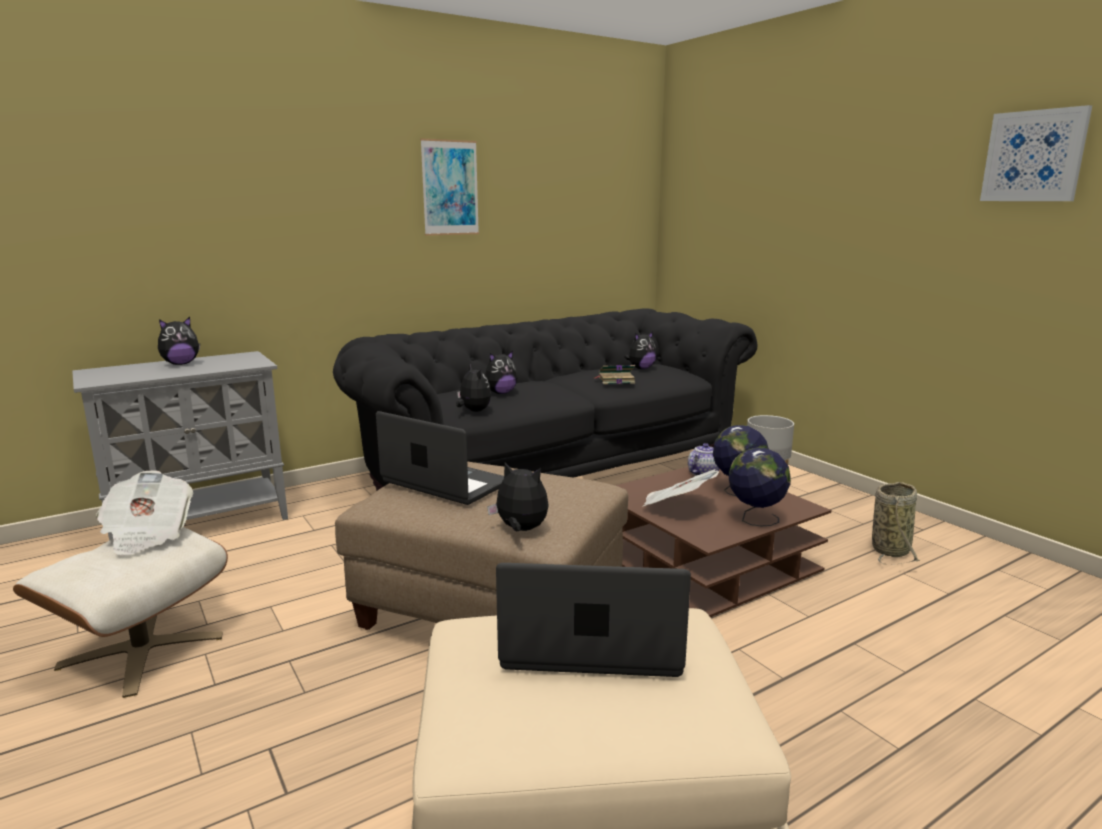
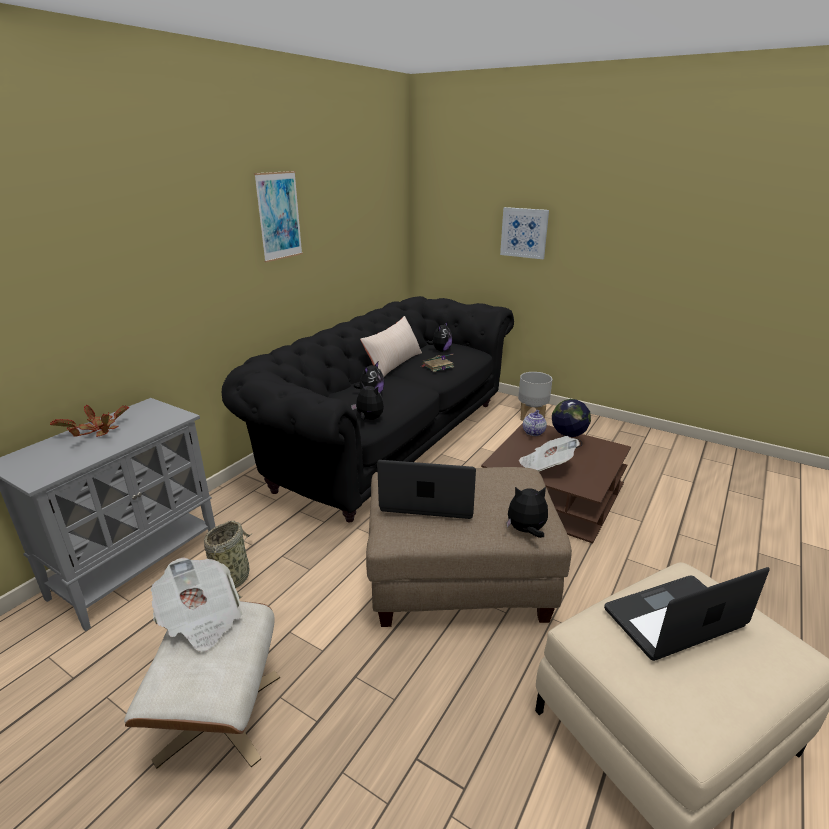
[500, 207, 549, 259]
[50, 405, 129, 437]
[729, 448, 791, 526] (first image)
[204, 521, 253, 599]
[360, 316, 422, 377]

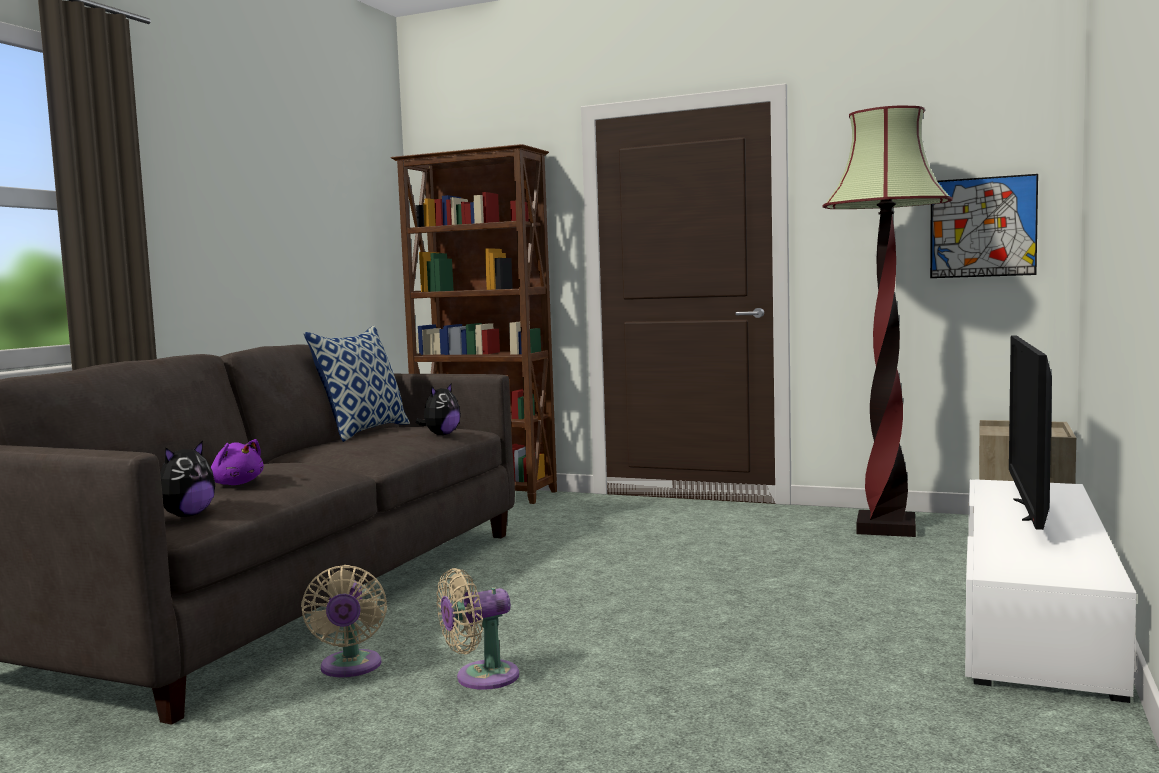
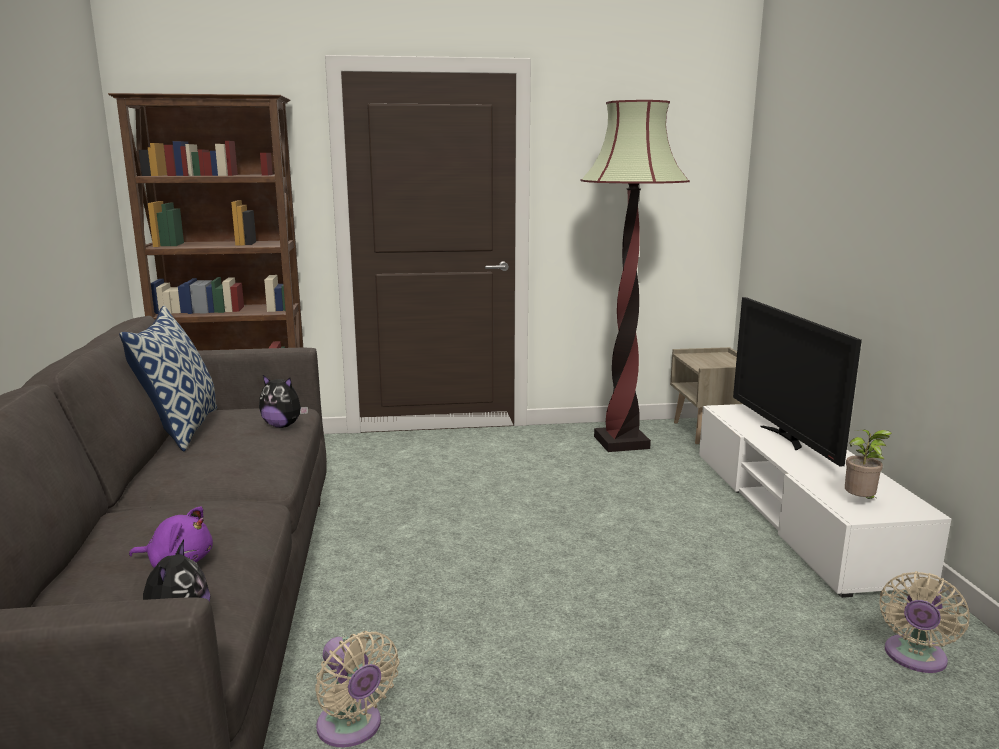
[930, 174, 1038, 278] (first image)
[259, 375, 308, 428]
[879, 571, 970, 673]
[845, 430, 892, 500]

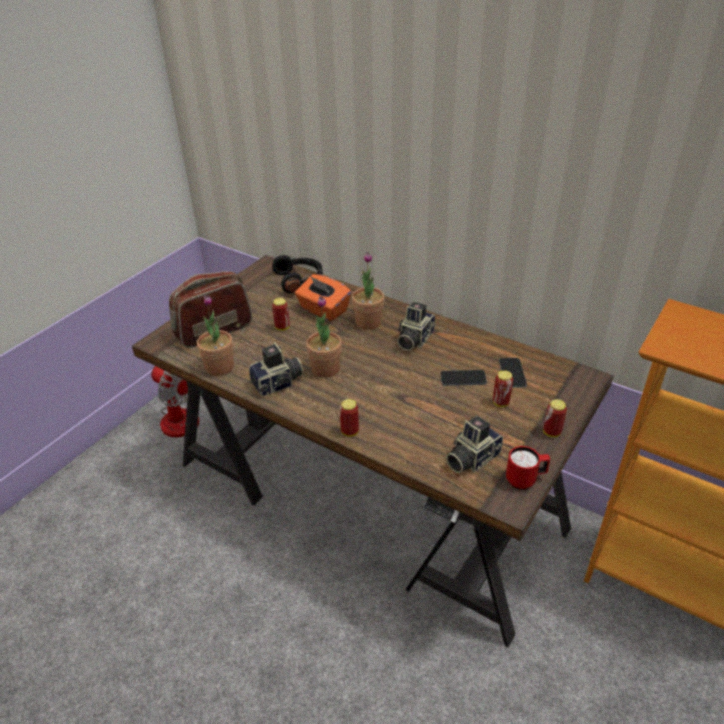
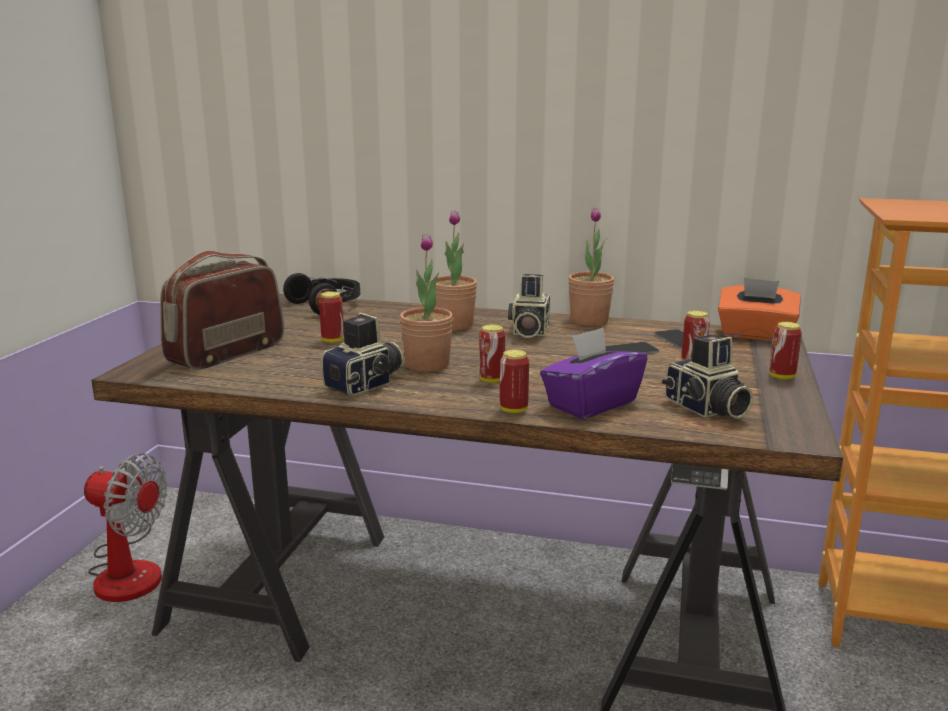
[718, 277, 801, 341]
[568, 208, 614, 326]
[662, 334, 753, 419]
[506, 446, 550, 490] (first image)
[479, 324, 505, 383]
[540, 327, 648, 419]

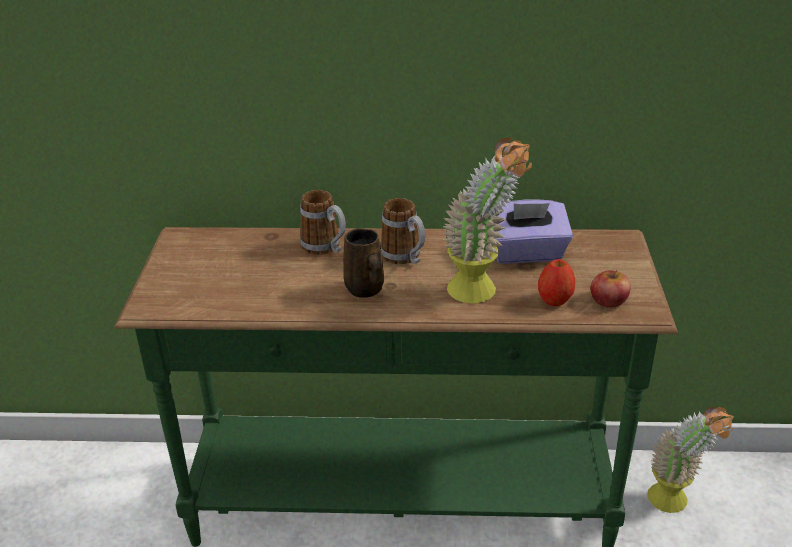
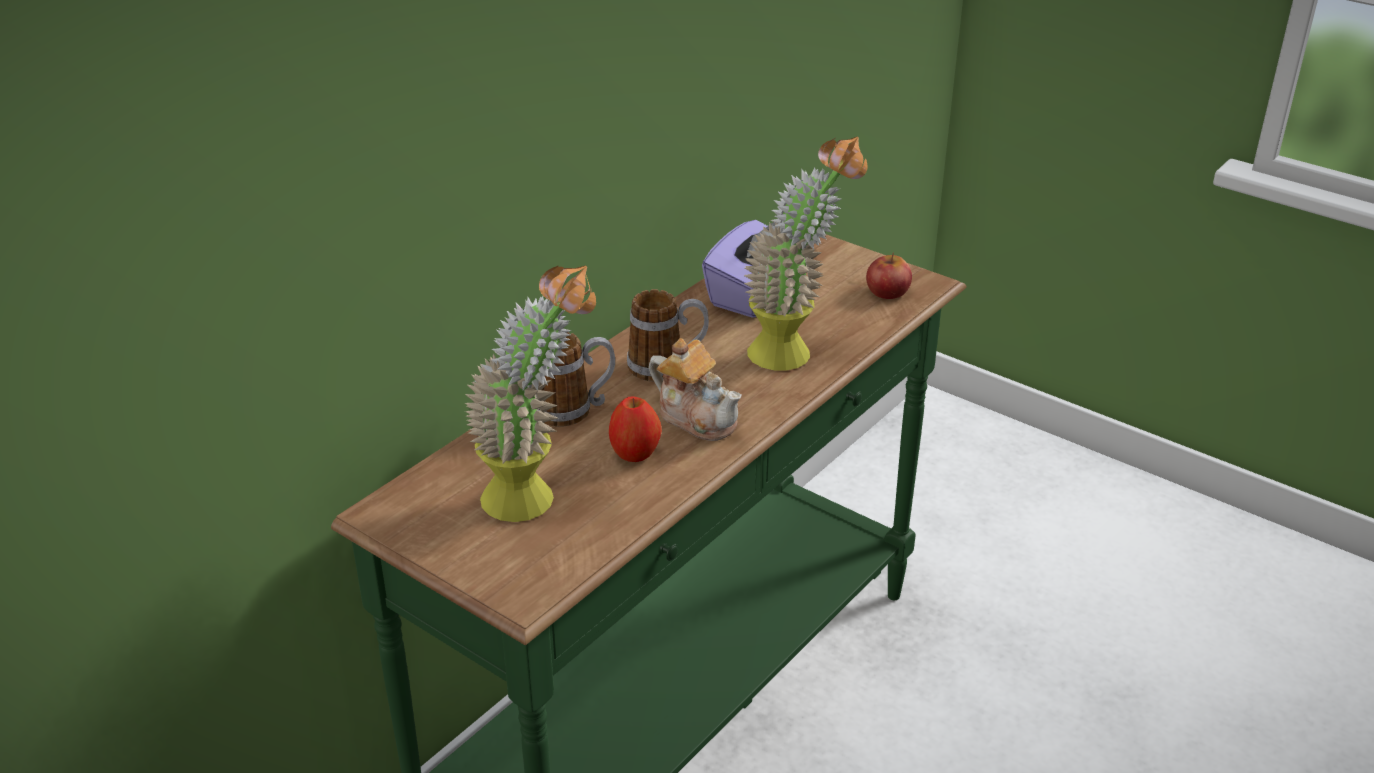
[649, 338, 742, 441]
[609, 397, 662, 462]
[465, 265, 596, 522]

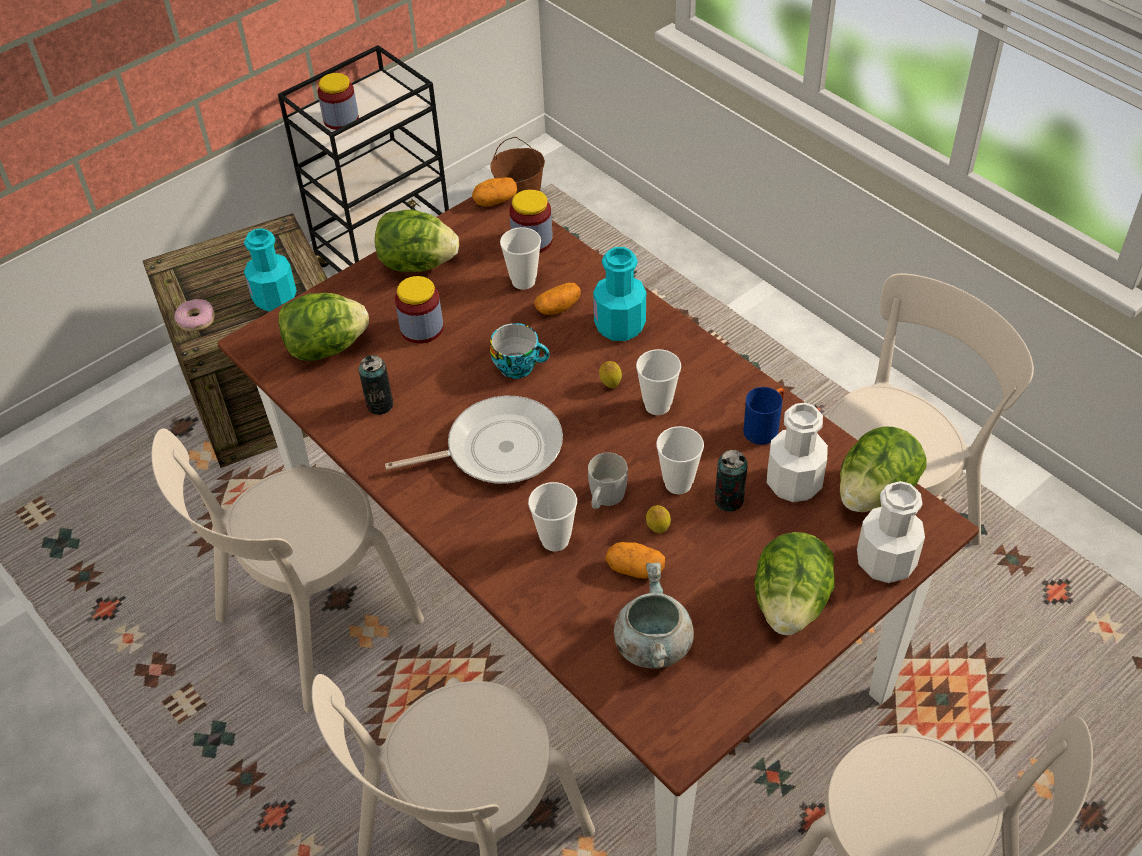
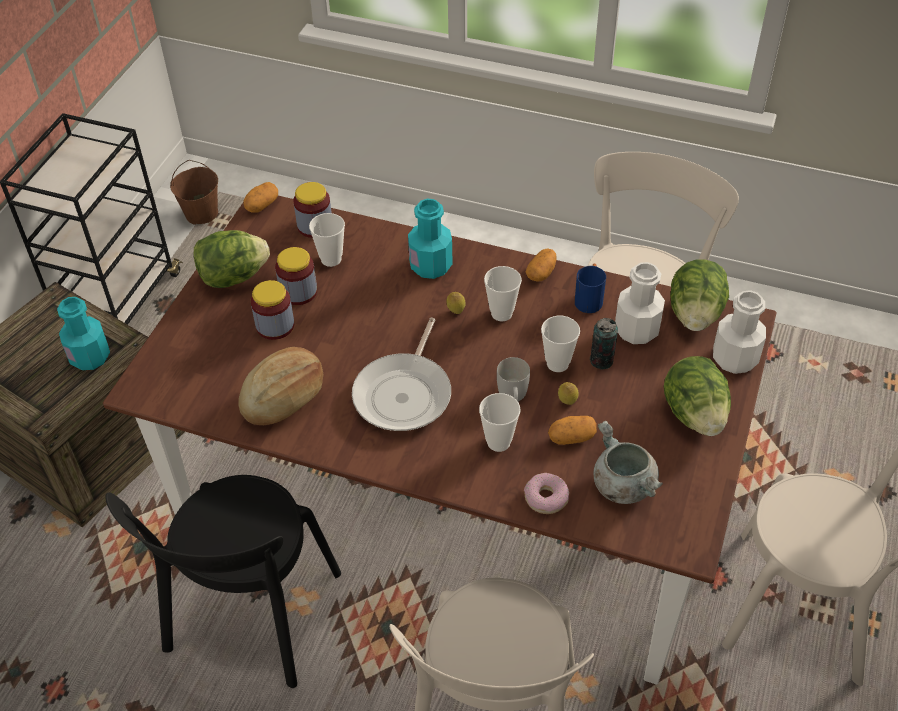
[275, 247, 317, 305]
[526, 248, 556, 282]
[278, 293, 369, 361] (first image)
[524, 473, 569, 514]
[490, 323, 550, 379] (first image)
[238, 347, 323, 425]
[352, 318, 451, 431]
[105, 475, 341, 688]

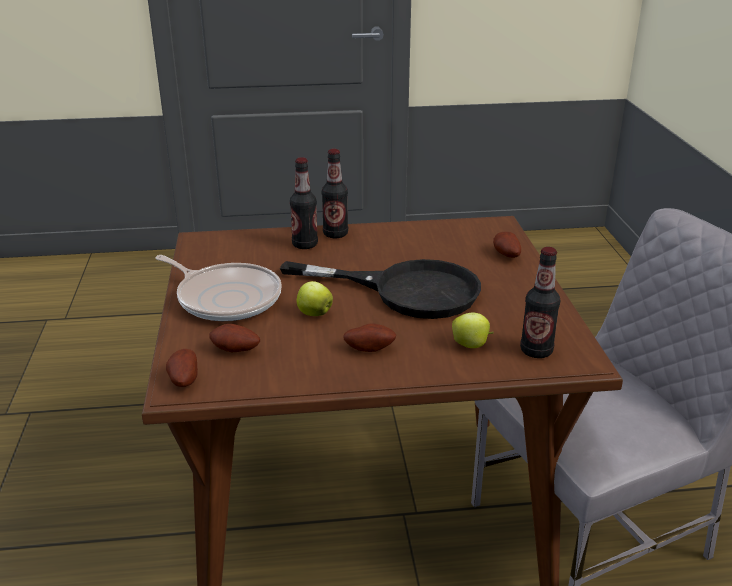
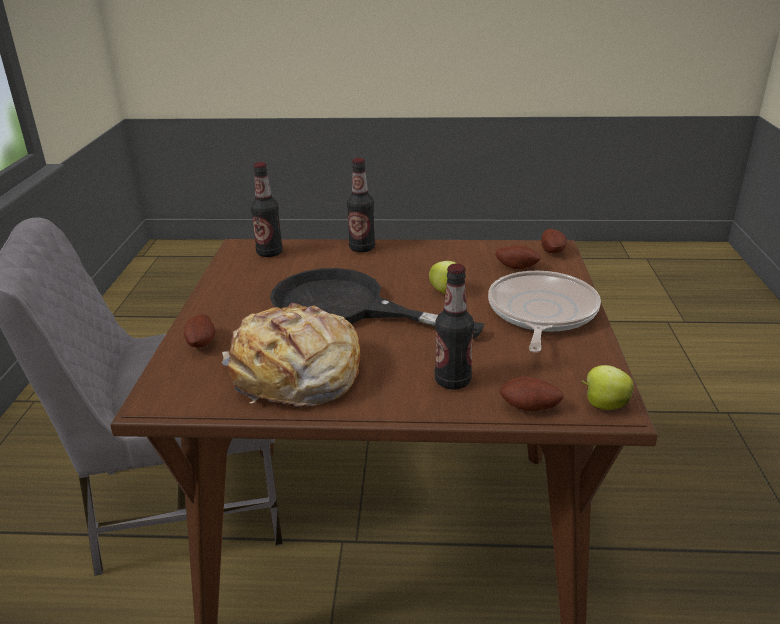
[347, 158, 375, 252]
[488, 271, 601, 353]
[581, 365, 634, 410]
[500, 376, 564, 411]
[221, 303, 360, 407]

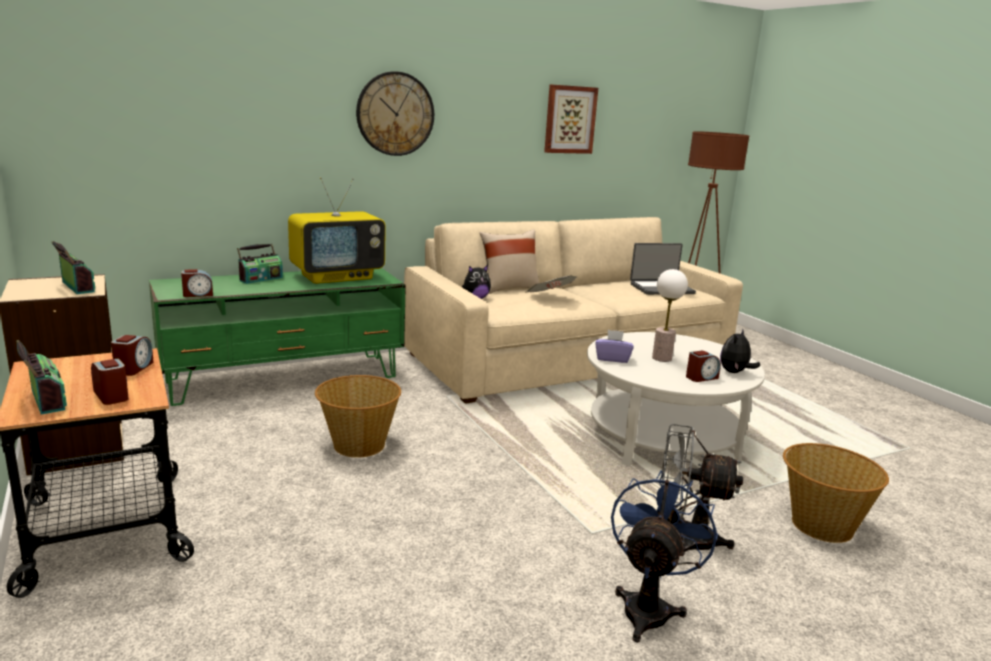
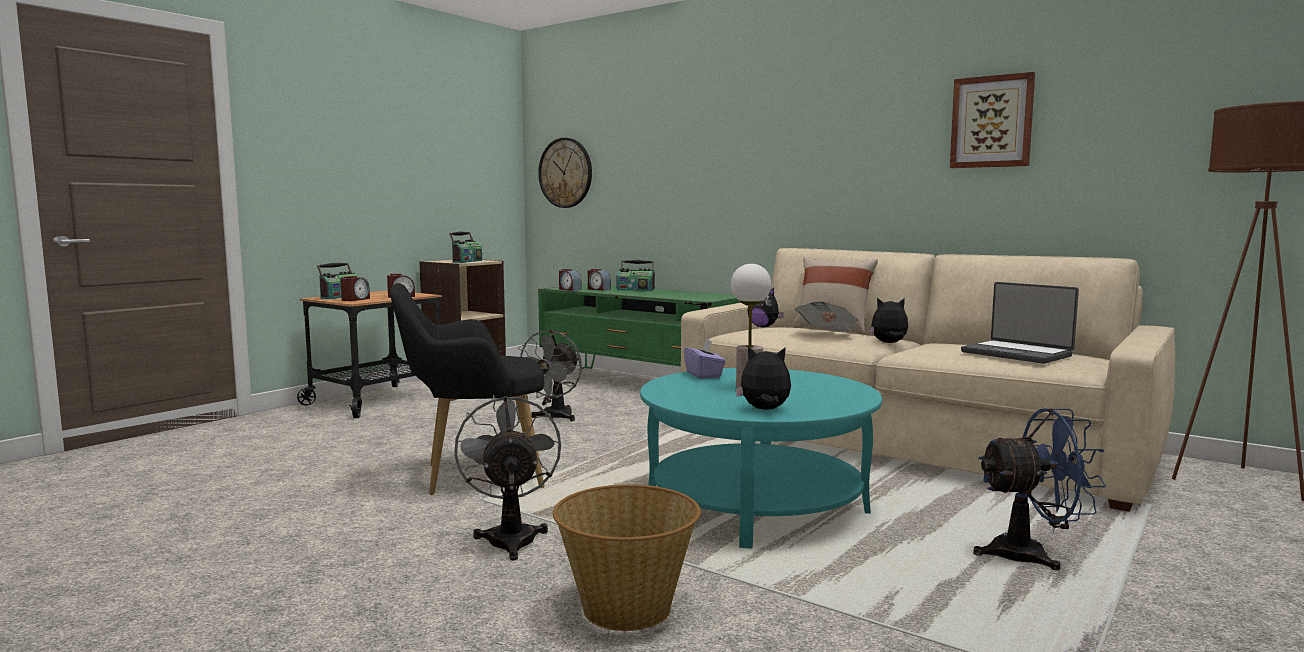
[538, 138, 592, 208]
[288, 177, 386, 284] (first image)
[640, 368, 882, 549]
[588, 269, 611, 291]
[518, 330, 582, 421]
[973, 408, 1106, 571]
[390, 283, 545, 495]
[870, 298, 908, 343]

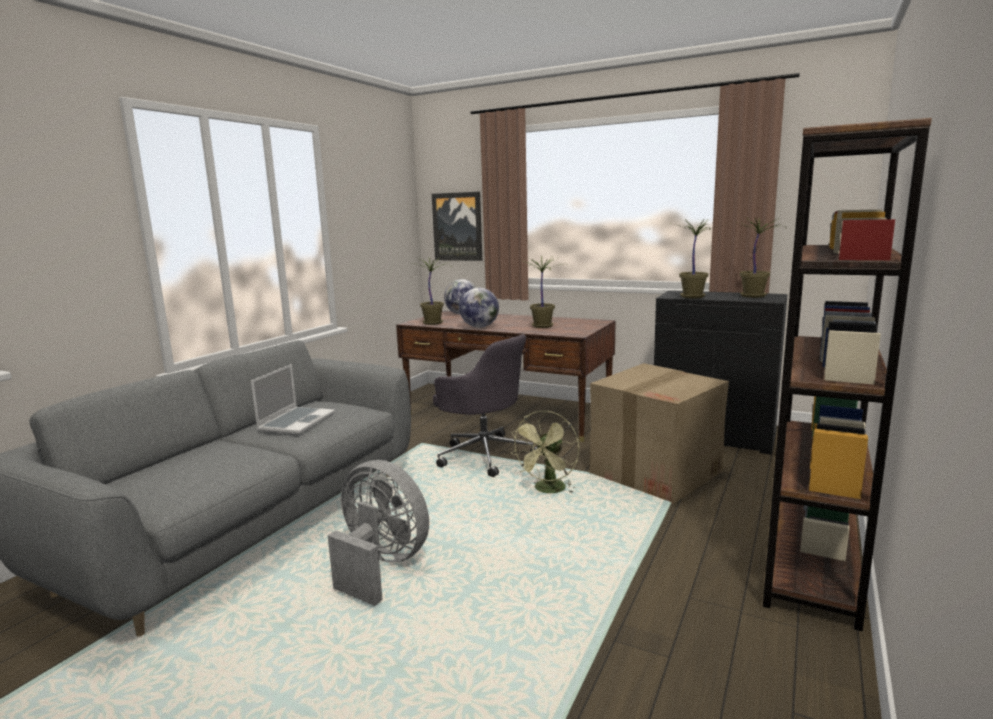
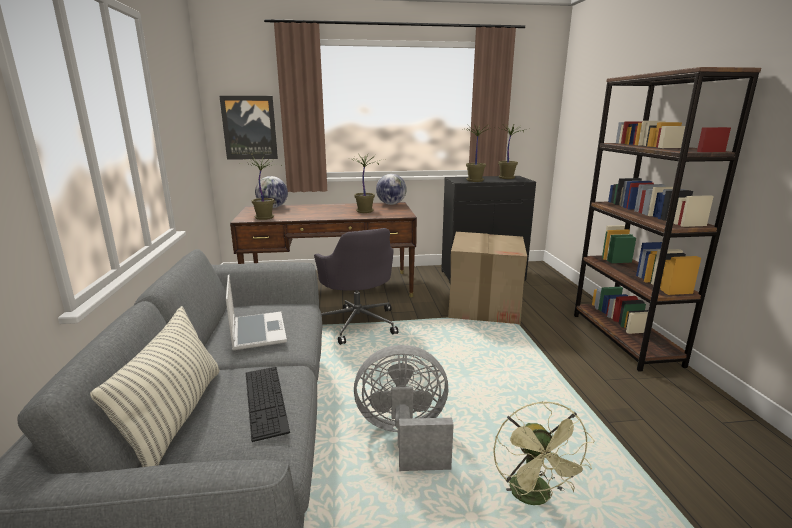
[376, 174, 407, 205]
[314, 228, 398, 345]
[493, 401, 594, 505]
[90, 306, 220, 467]
[246, 367, 290, 442]

